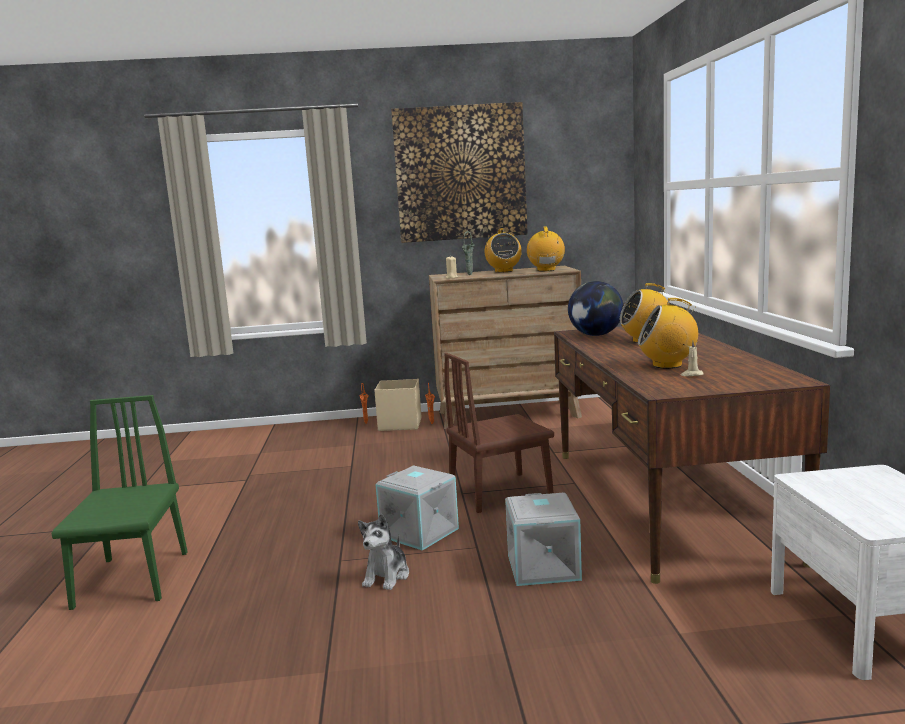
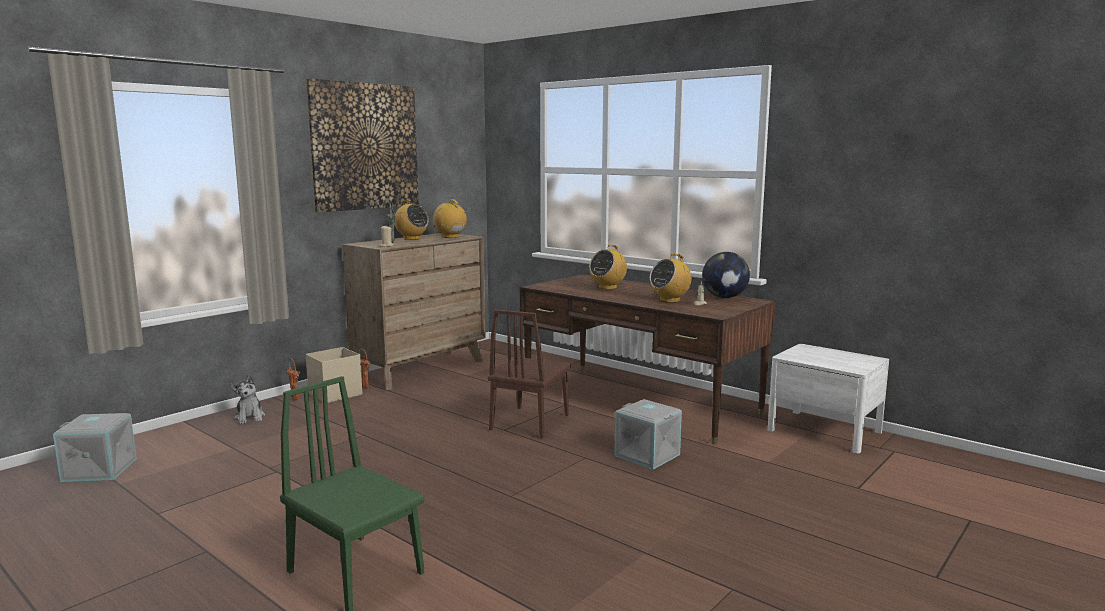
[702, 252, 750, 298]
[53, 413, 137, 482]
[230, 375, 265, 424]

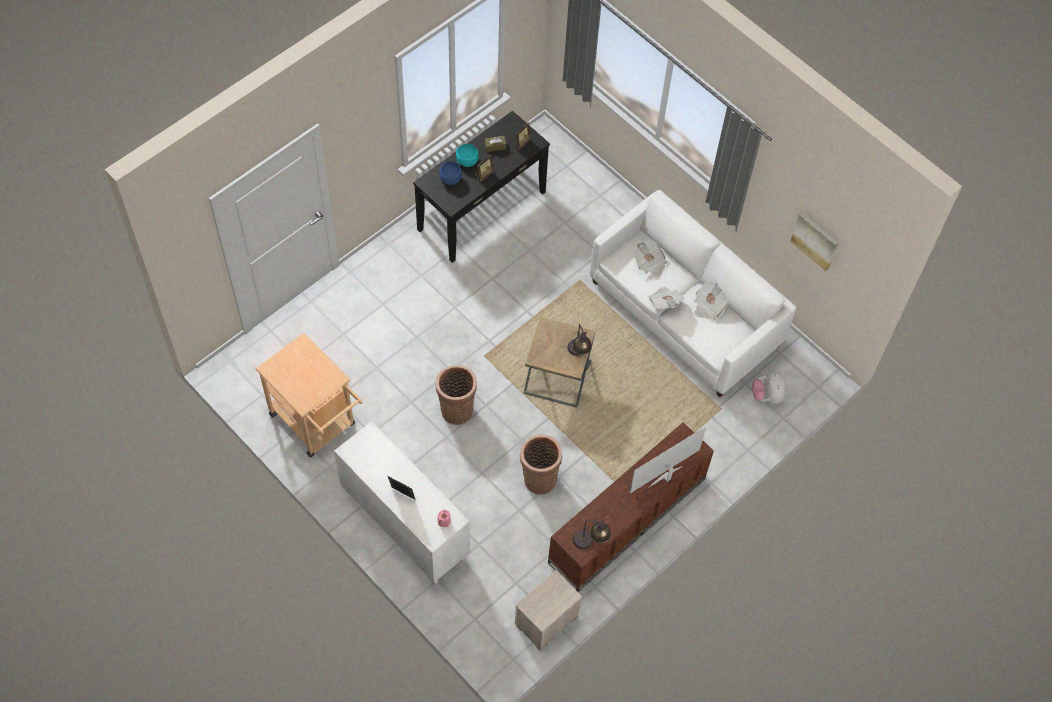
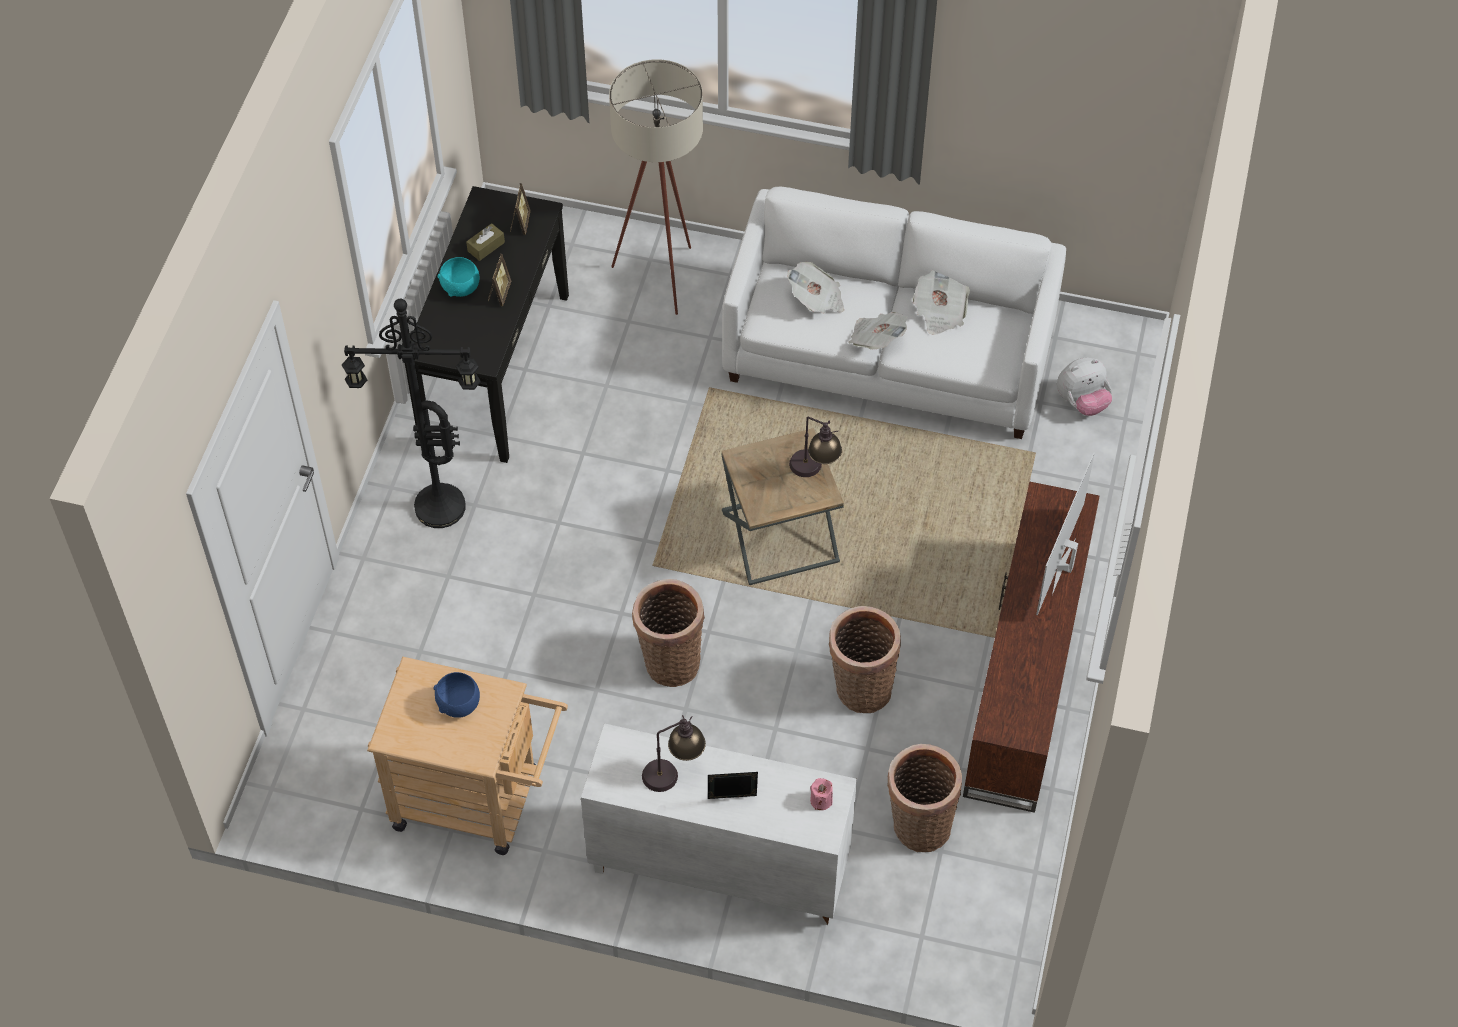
[434, 672, 480, 718]
[790, 212, 838, 271] (first image)
[1057, 358, 1112, 416]
[642, 715, 706, 792]
[515, 570, 582, 650] (first image)
[609, 59, 703, 315]
[342, 299, 481, 528]
[887, 744, 962, 852]

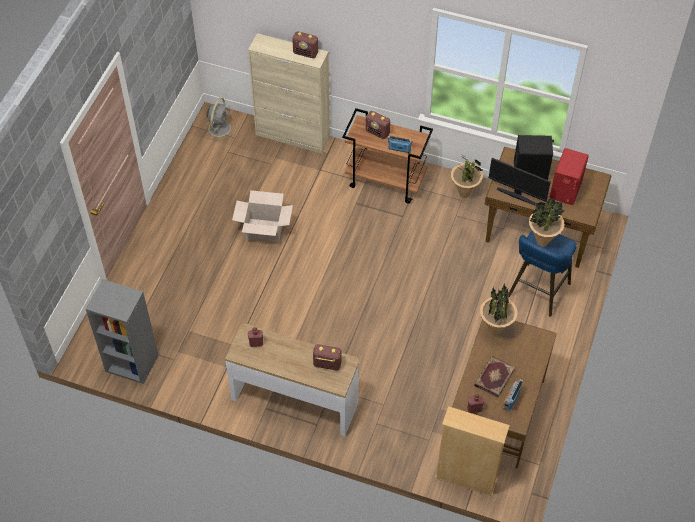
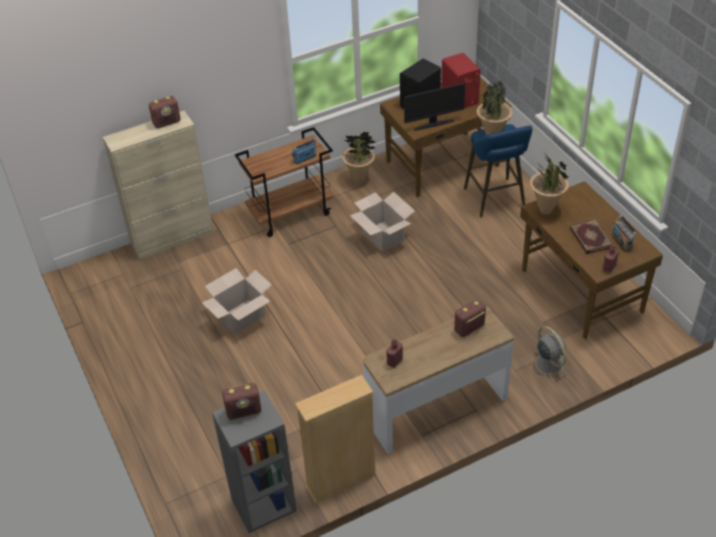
[526, 326, 571, 382]
[222, 383, 261, 420]
[295, 375, 377, 504]
[350, 192, 415, 252]

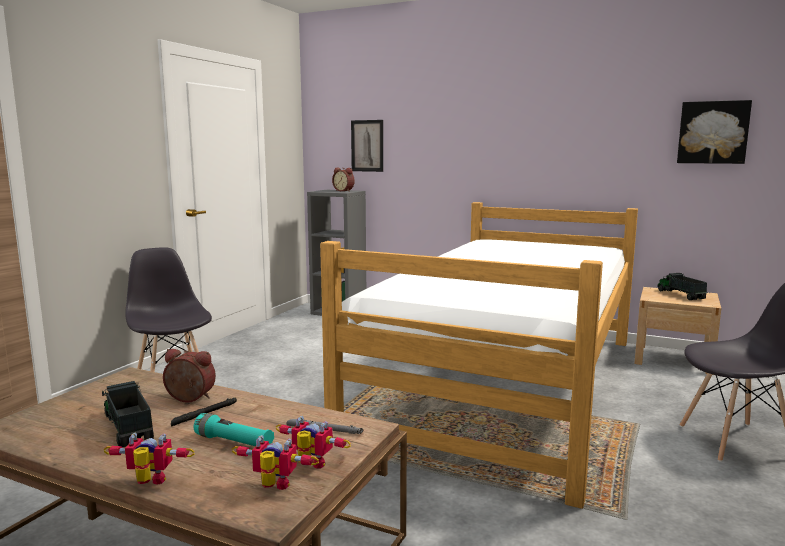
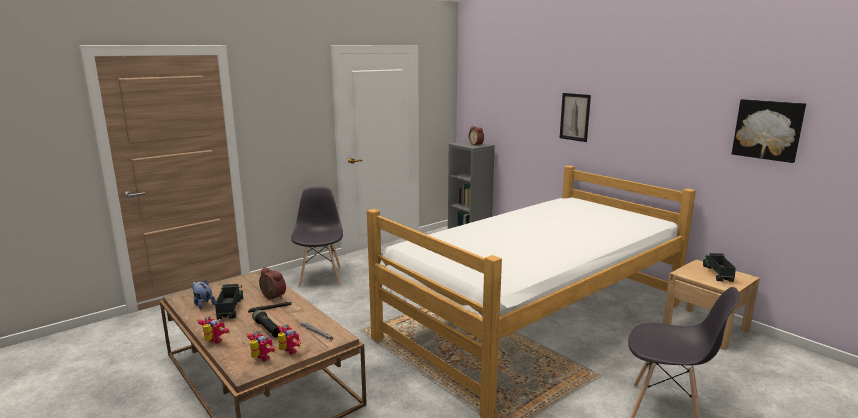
[560, 93, 591, 142]
[252, 309, 280, 338]
[192, 280, 216, 310]

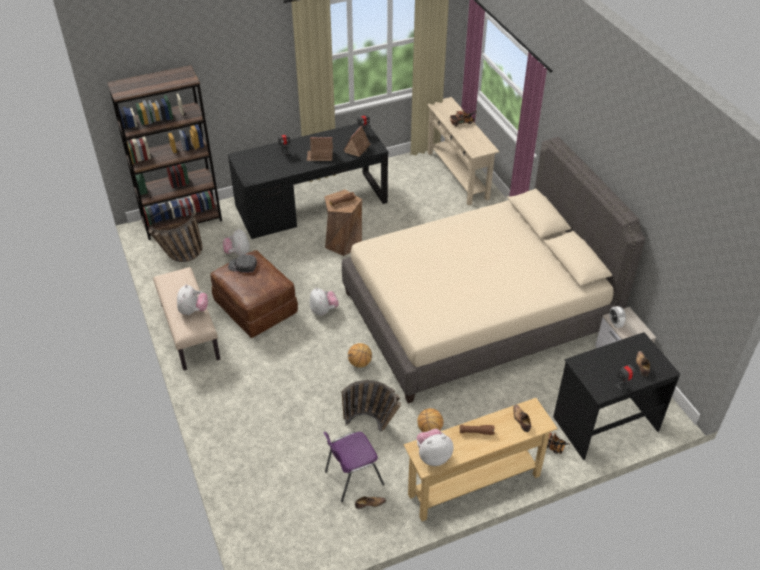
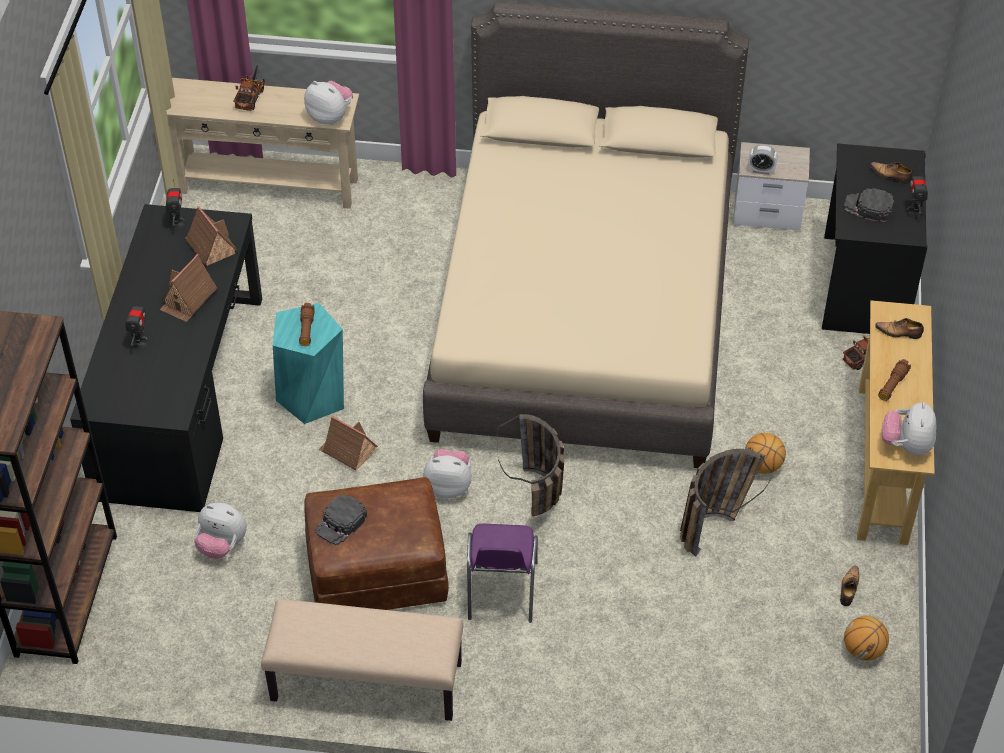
[273, 303, 344, 424]
[497, 414, 565, 516]
[304, 81, 353, 125]
[844, 616, 889, 661]
[467, 524, 538, 623]
[844, 188, 894, 222]
[318, 416, 378, 471]

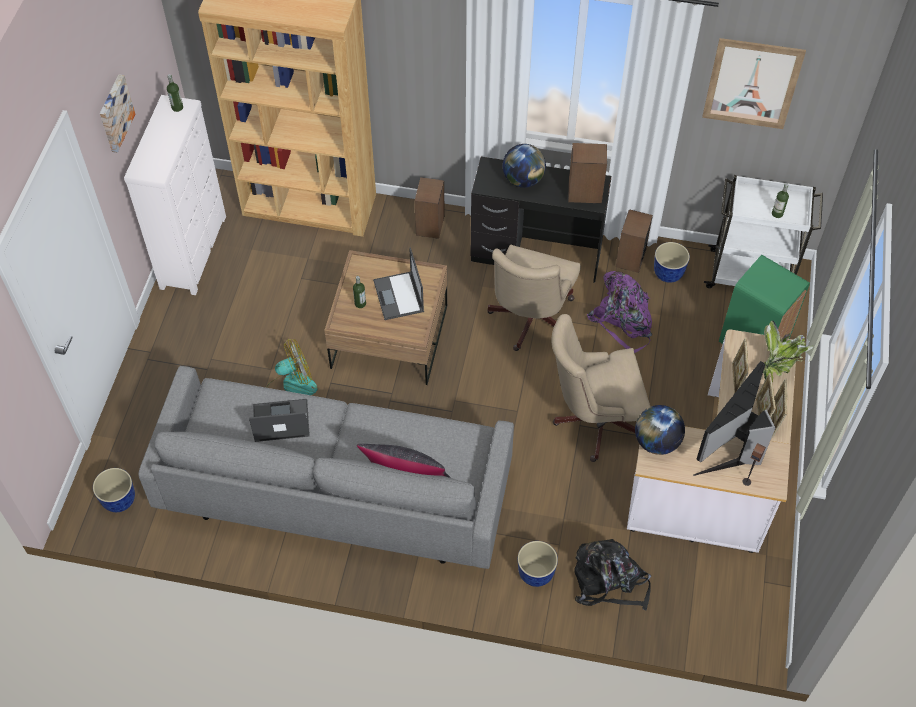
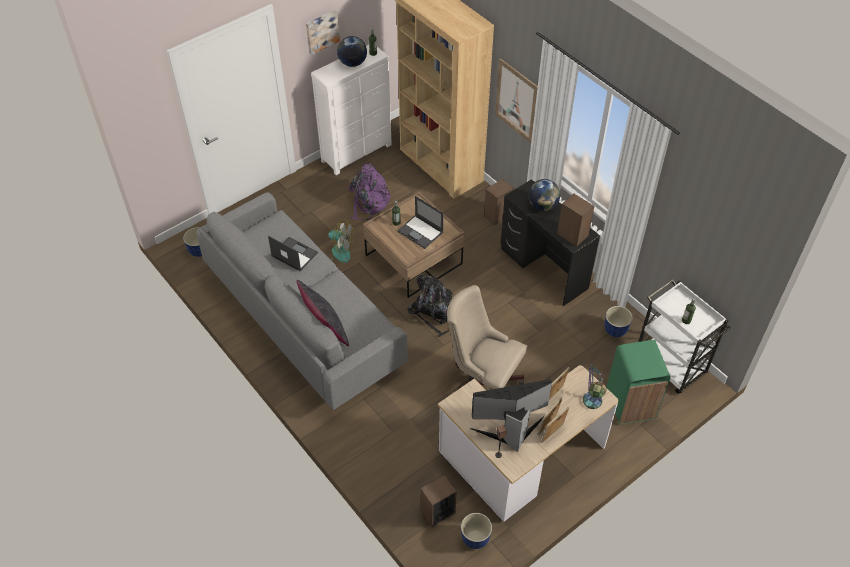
[495, 58, 538, 143]
[420, 475, 457, 527]
[487, 245, 581, 351] (first image)
[397, 196, 443, 249]
[349, 163, 392, 220]
[583, 362, 607, 409]
[337, 36, 367, 67]
[407, 275, 453, 337]
[461, 513, 492, 549]

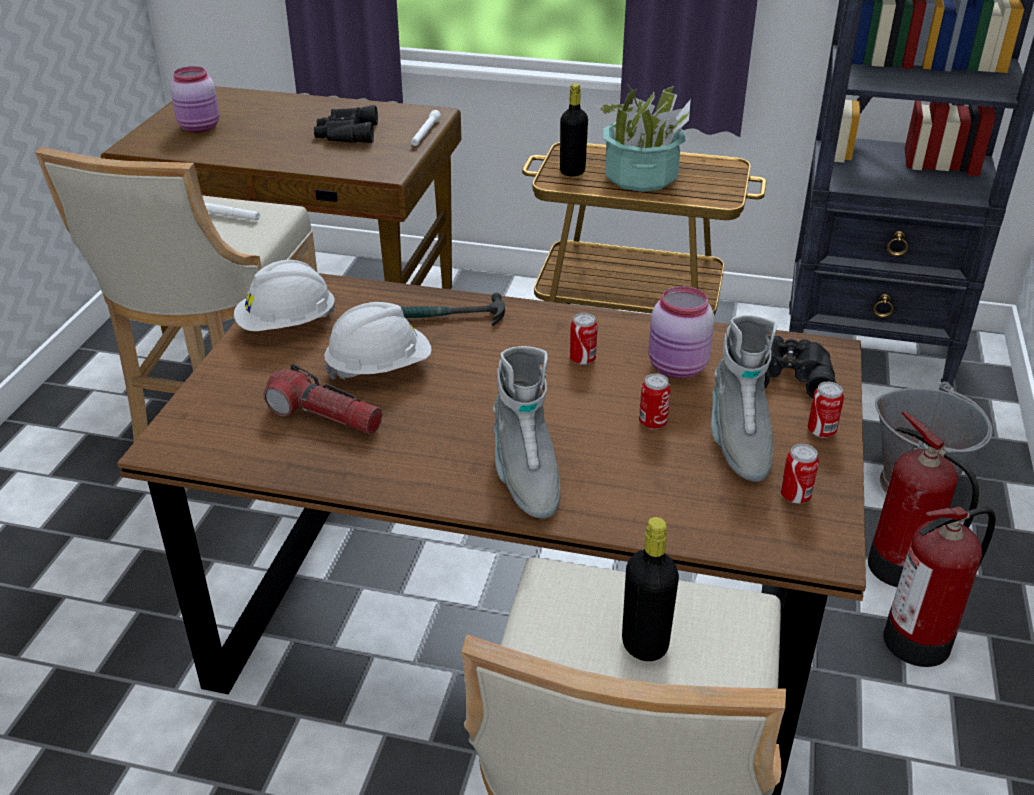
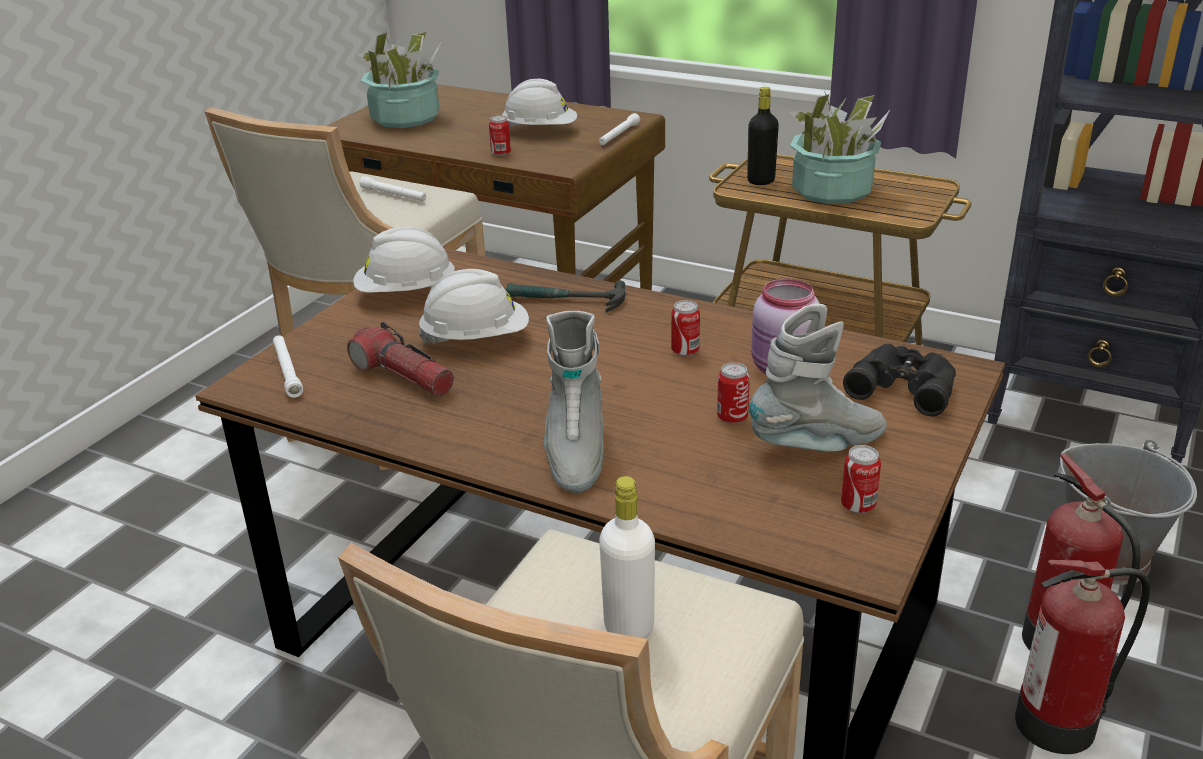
[357, 31, 440, 128]
[502, 79, 577, 128]
[749, 304, 887, 452]
[489, 115, 511, 156]
[599, 476, 655, 639]
[273, 335, 303, 398]

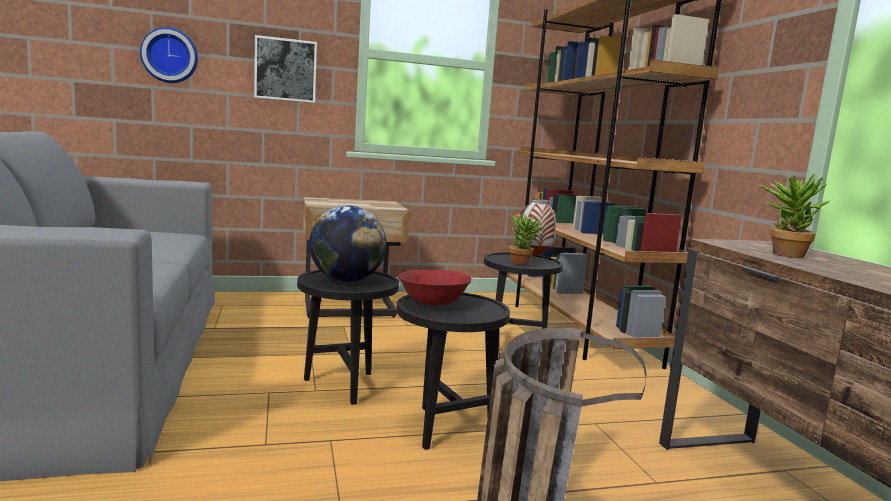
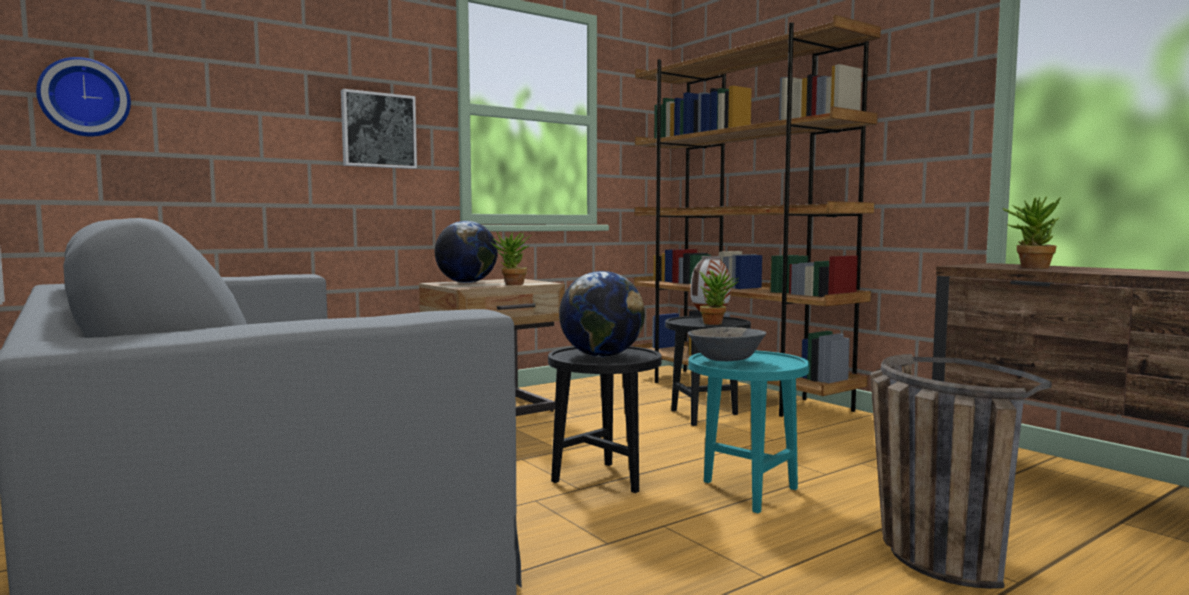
[36, 57, 131, 137]
[688, 327, 766, 361]
[688, 350, 810, 513]
[435, 221, 498, 283]
[490, 232, 531, 285]

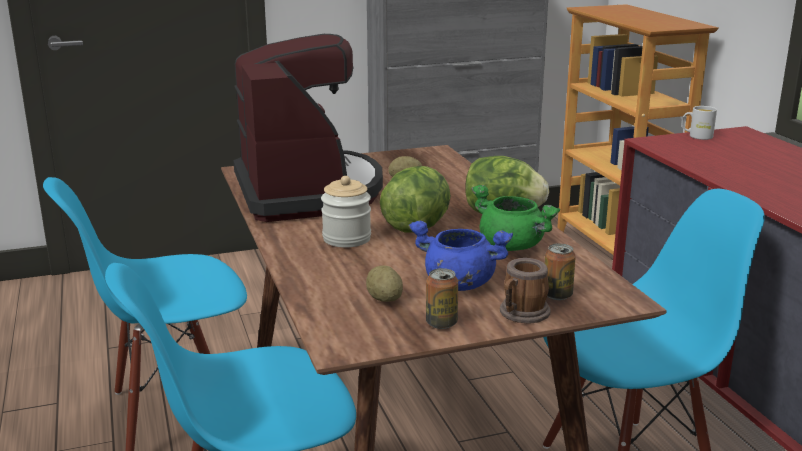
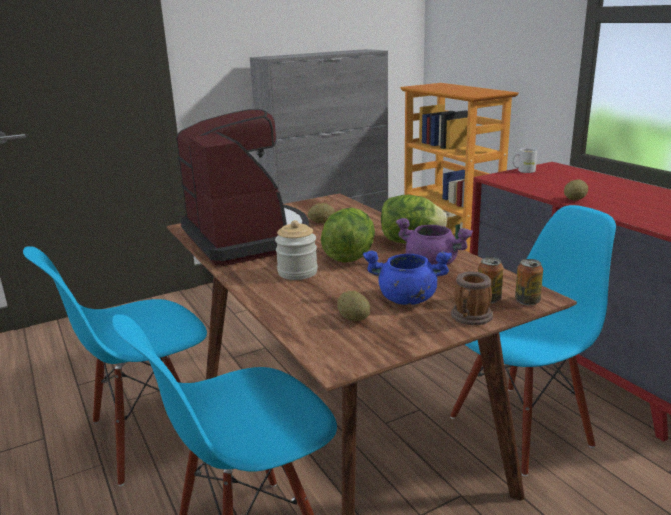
[396, 218, 473, 266]
[515, 259, 543, 305]
[564, 179, 588, 201]

